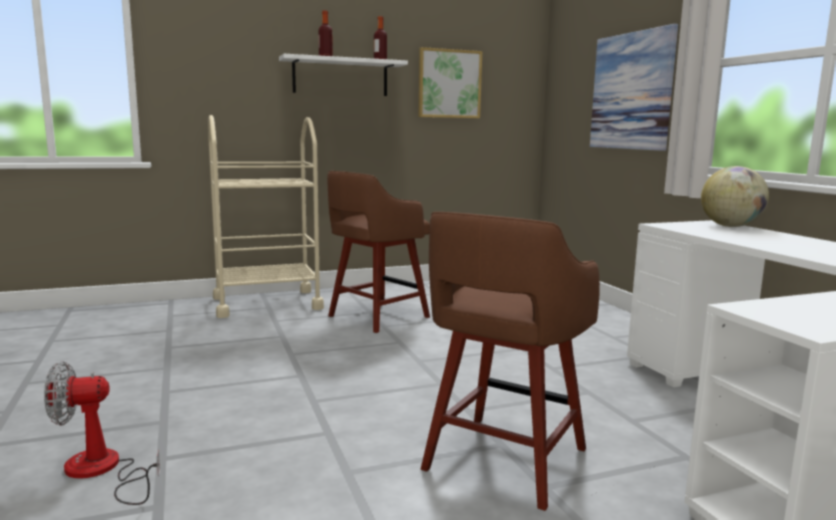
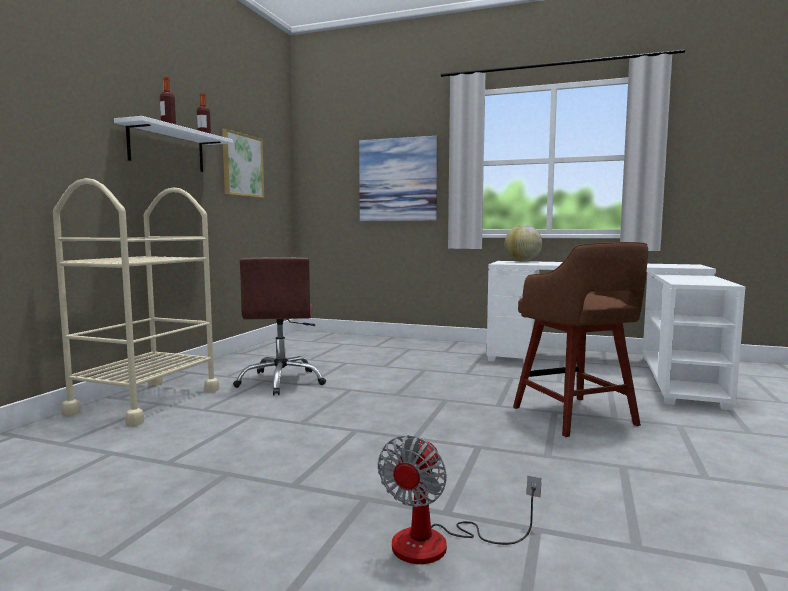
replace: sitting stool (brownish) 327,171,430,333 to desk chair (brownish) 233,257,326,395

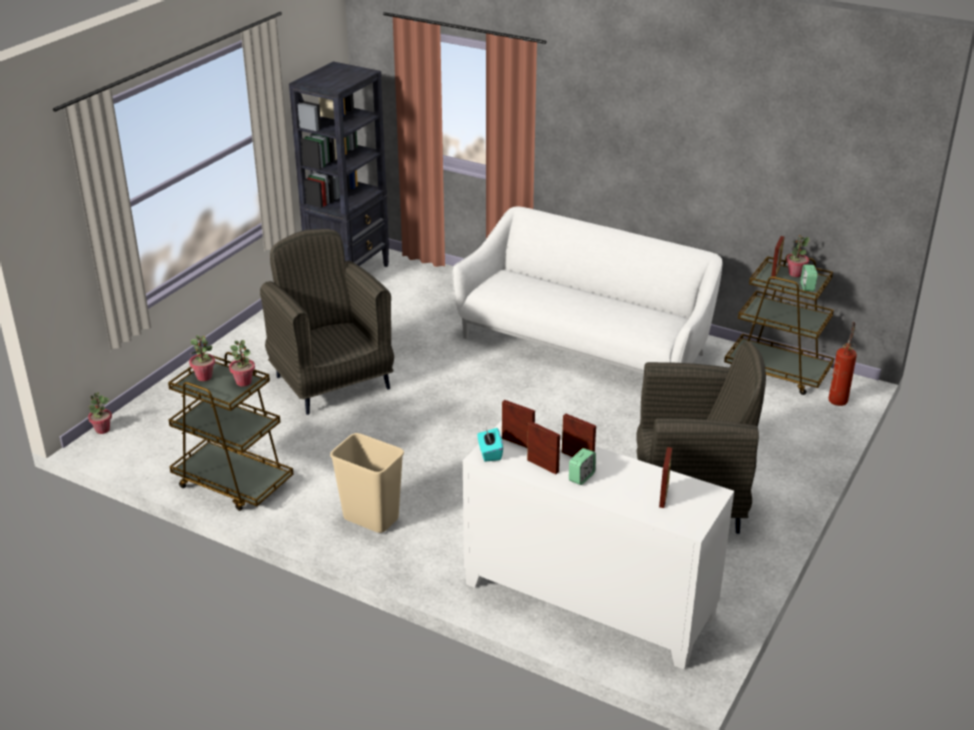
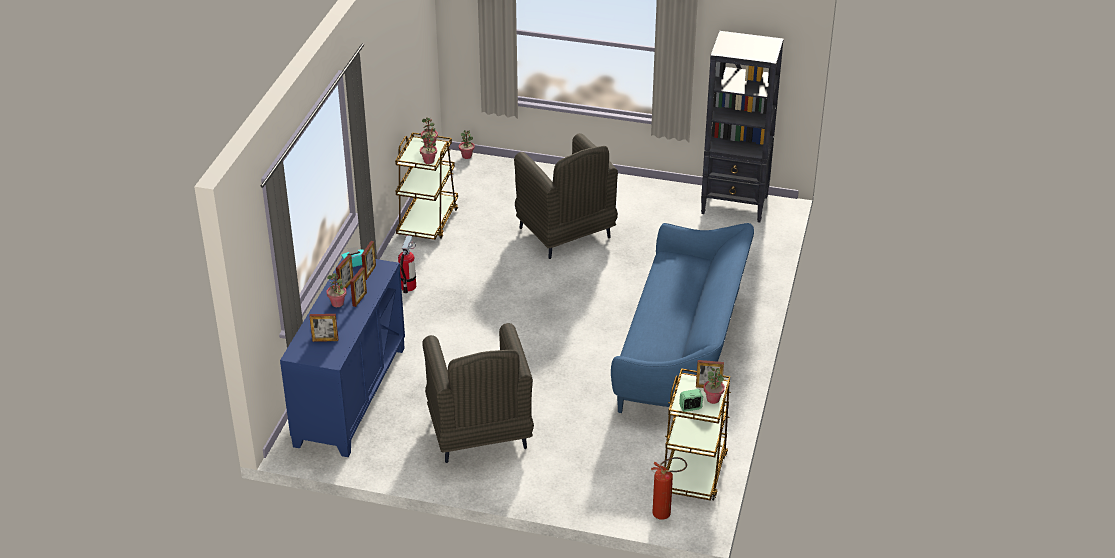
replace: waste bin (beige-coloured) 330,433,404,533 to fire extinguisher 398,235,416,293; alarm clock 569,448,596,485 to potted plant 326,273,347,307
recolor: settee (white) 452,207,722,374 to settee (blue-coloured) 611,223,754,413; storage cabinet (white) 463,420,734,670 to storage cabinet (blue-coloured) 280,258,405,457
rotate: easy chair (greyish) 260,229,394,415 = 514,133,618,259 105 degrees clockwise

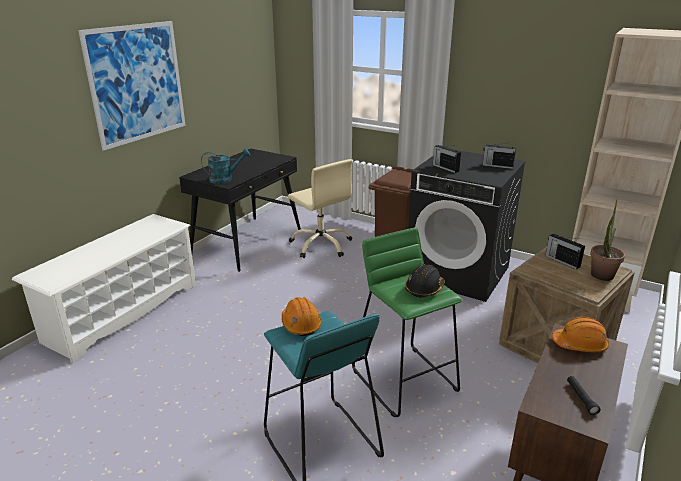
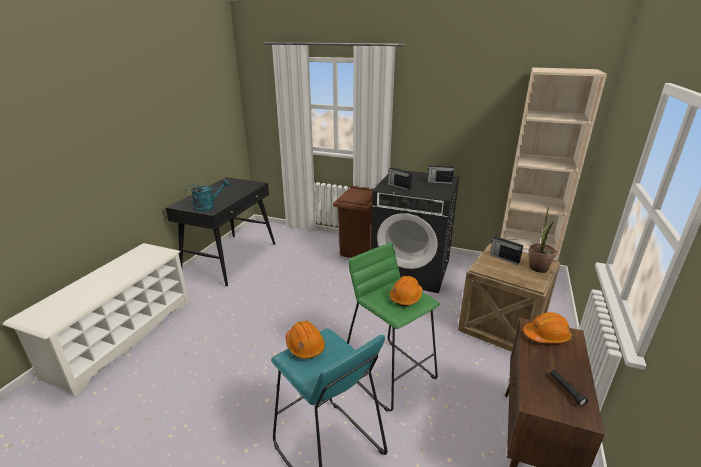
delete: wall art 78,21,186,151; desk chair (beige-coloured) 288,159,352,258
recolor: work helmet (blackish) 405,264,445,298 to work helmet (orange-coloured) 390,276,423,306

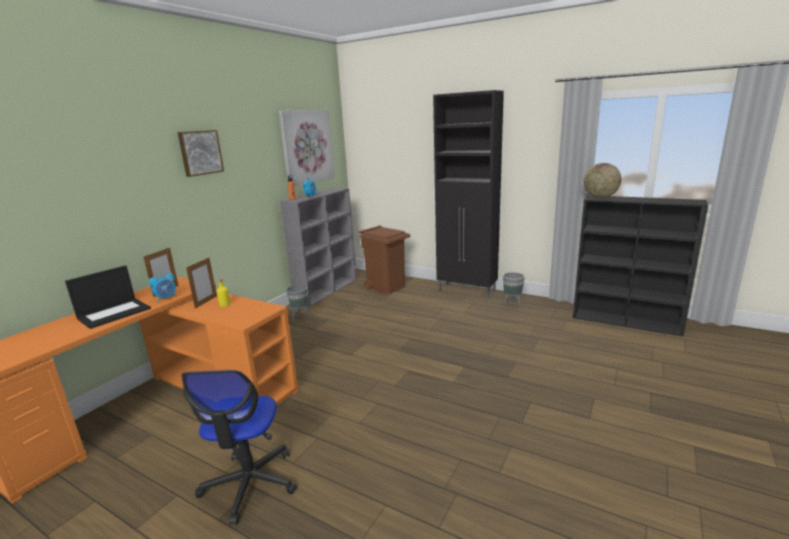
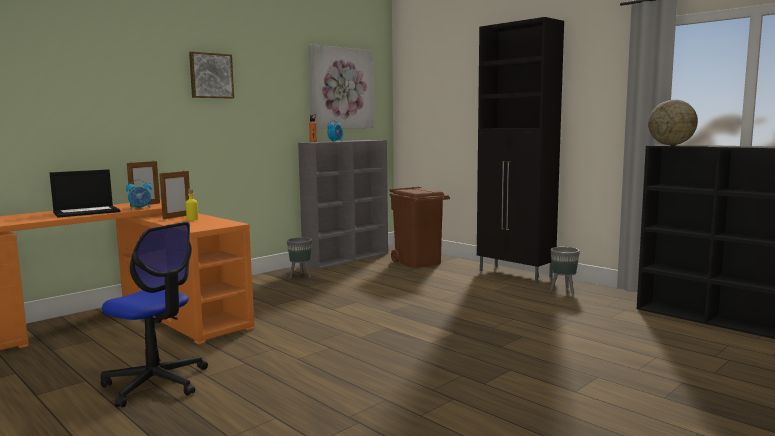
rotate: desk chair 181,370,297,525 = 101,222,208,407 75 degrees counterclockwise

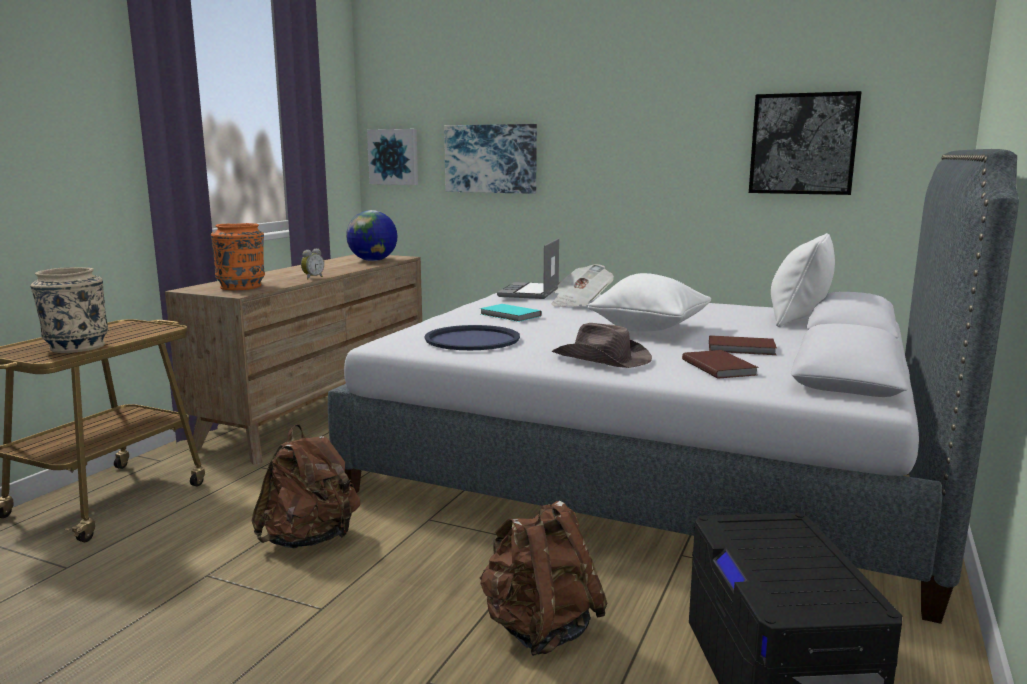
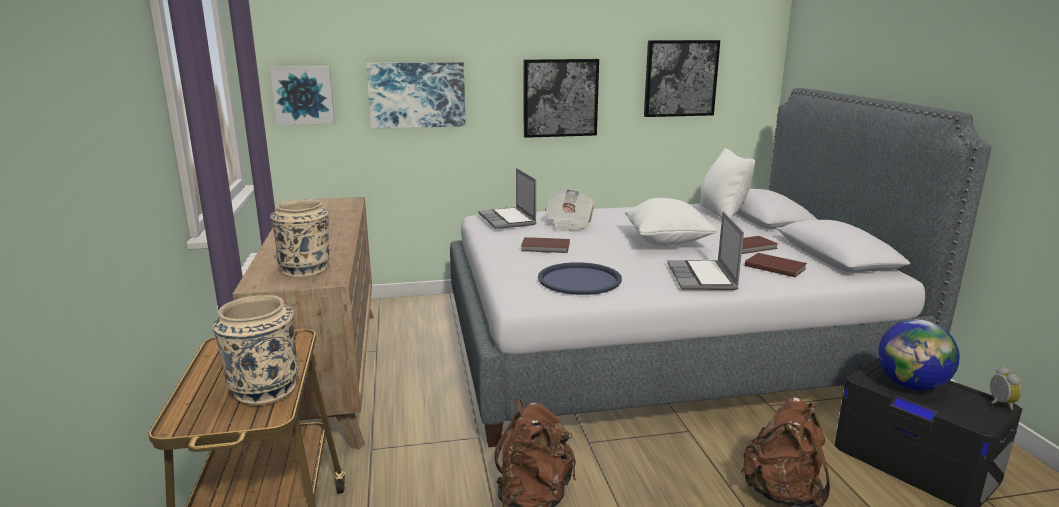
insert: wall art 523,59,599,138
move: alarm clock 301,249,324,279 to 990,366,1022,410; world globe 346,210,397,261 to 878,319,960,391
replace: hat (brownish) 552,323,652,368 to portable computer 667,212,744,290
recolor: decorative vase (orange-coloured) 211,223,265,290 to decorative vase (beige-coloured) 270,199,331,278; bound book (turquoise) 480,304,542,322 to bound book (brownish) 521,237,570,253

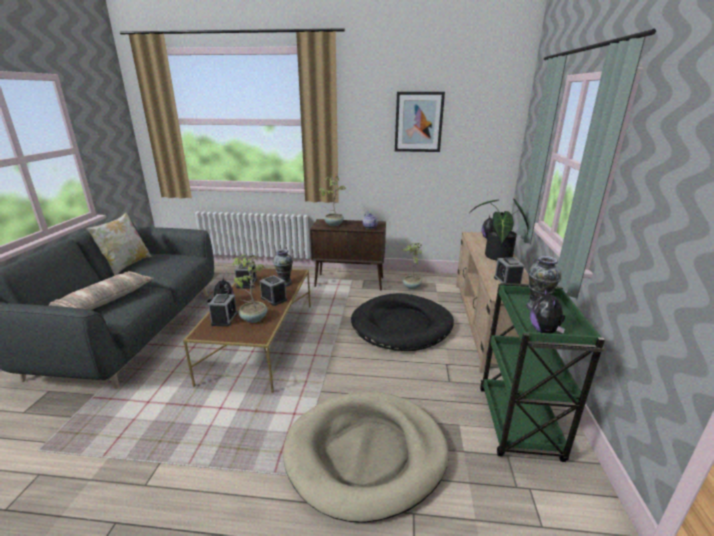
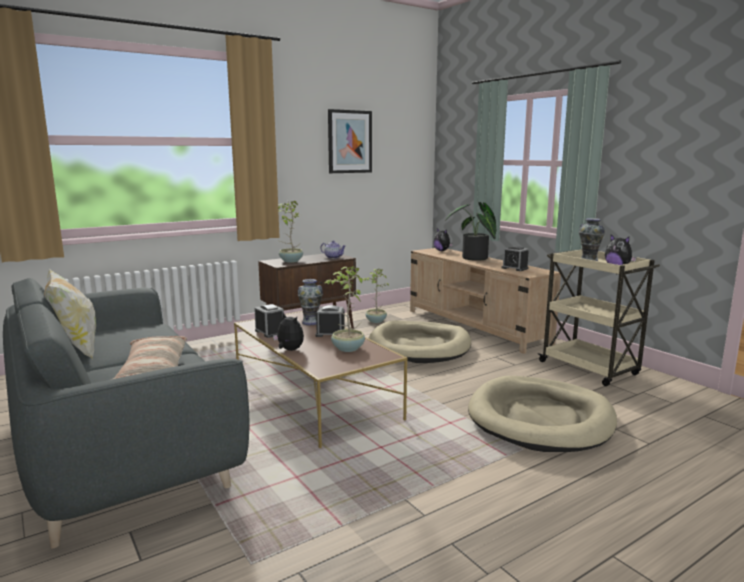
delete: alarm clock 208,294,238,327
recolor: dog bed (blackish) 351,293,454,351 to dog bed (beige-coloured) 369,320,471,363; trolley (green) 480,283,605,462 to trolley (beige-coloured) 538,249,660,386

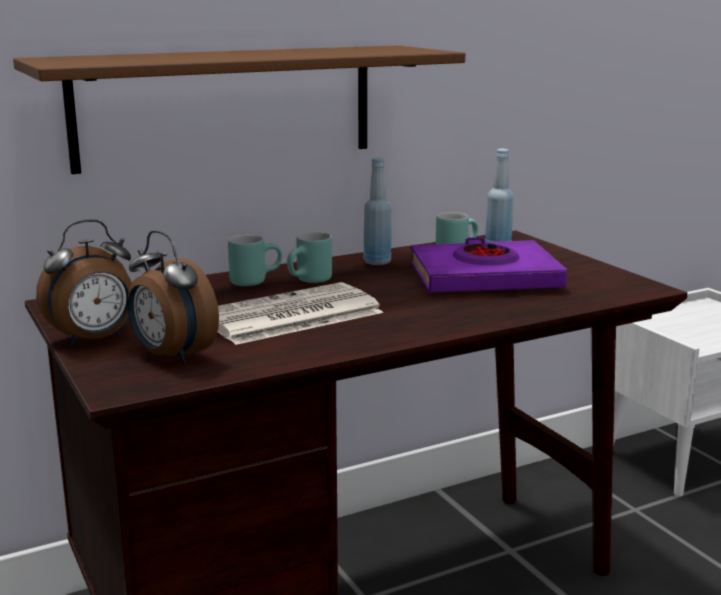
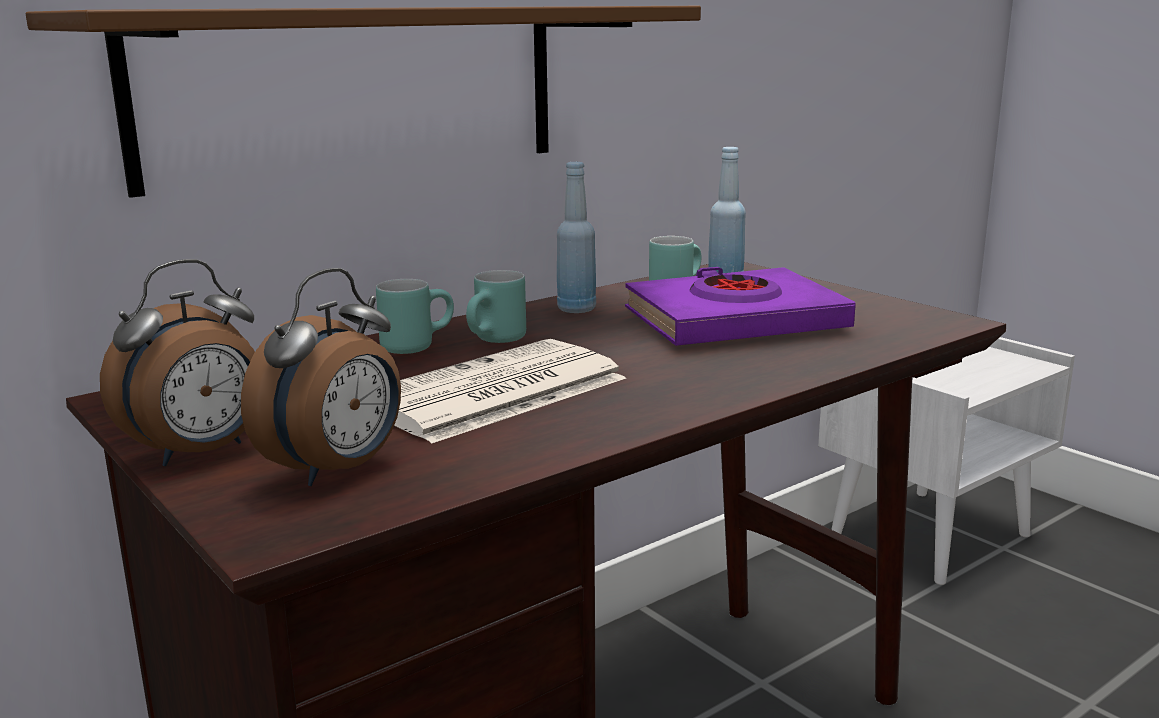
rotate: alarm clock 128,230,219,364 = 241,268,401,486 90 degrees counterclockwise

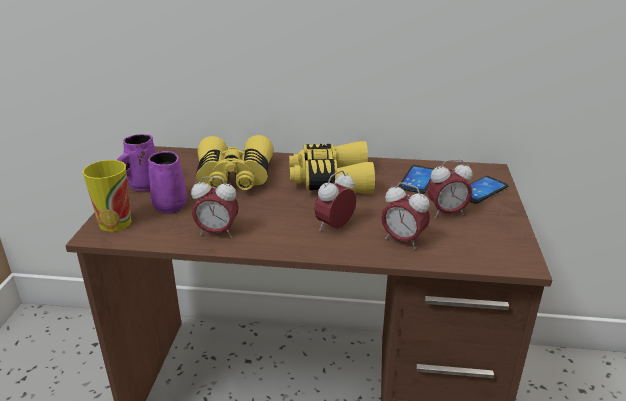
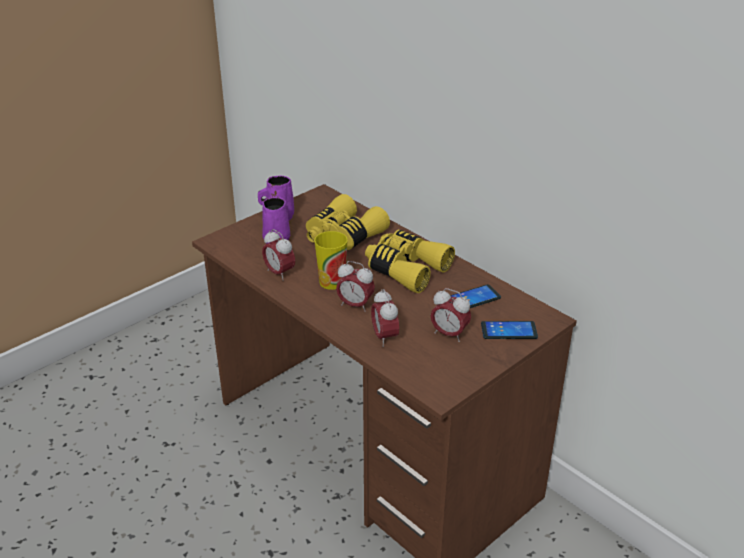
move: cup 83,160,132,232 to 314,231,348,290
rotate: alarm clock 314,170,356,231 = 336,261,375,312 150 degrees counterclockwise

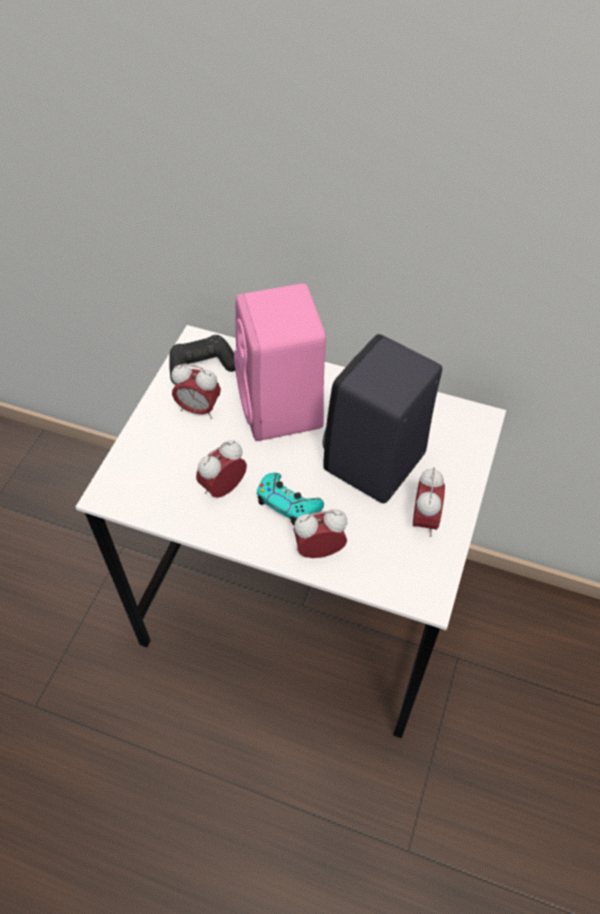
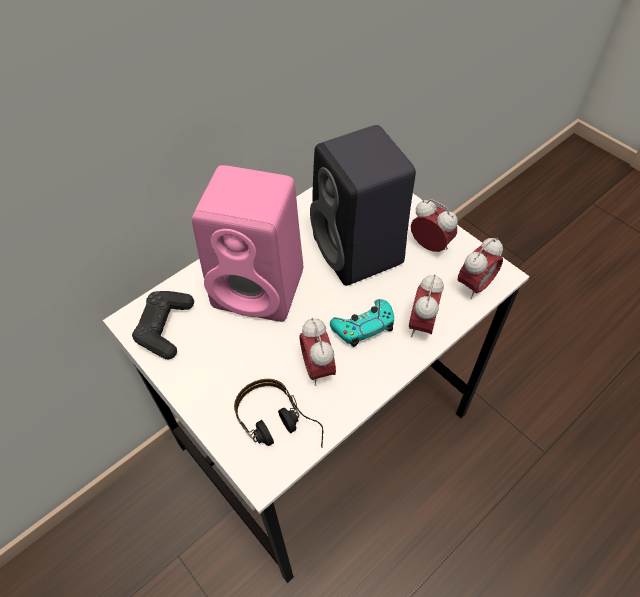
insert: headset 234,379,323,448
move: alarm clock 171,364,221,419 to 458,237,503,299

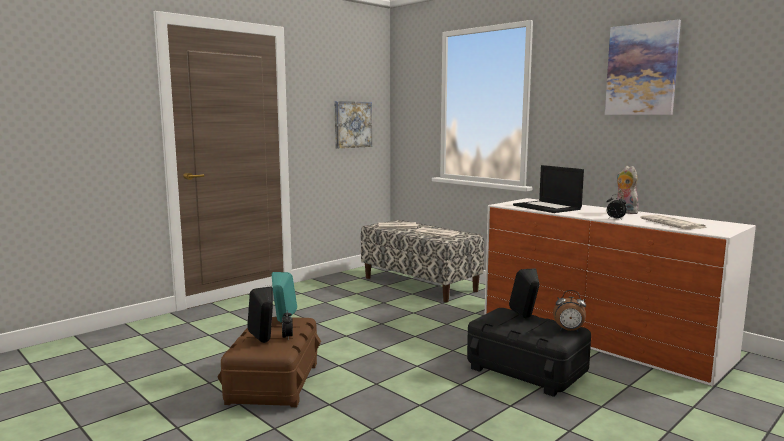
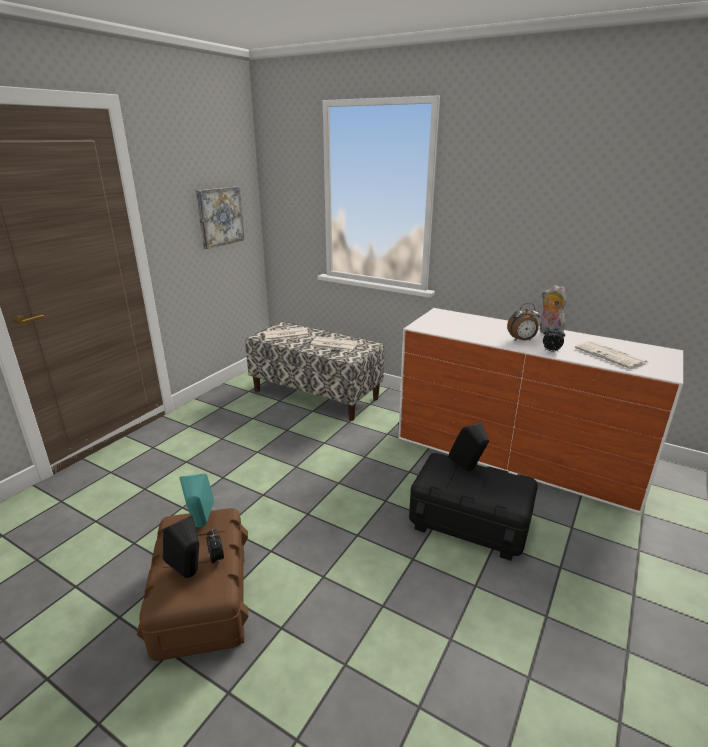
delete: portable computer 513,165,584,213; wall art 605,19,681,115
move: alarm clock 553,290,586,332 to 507,303,540,341

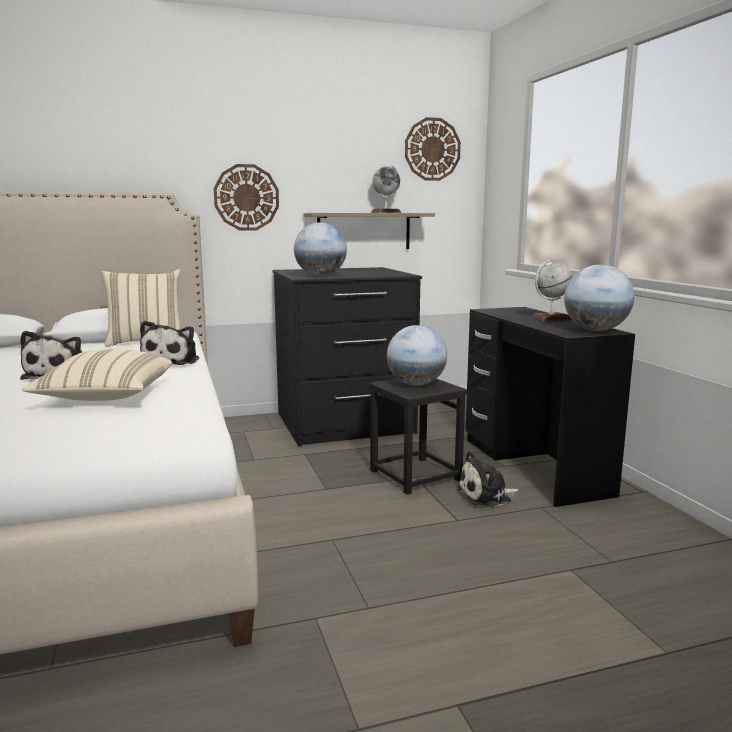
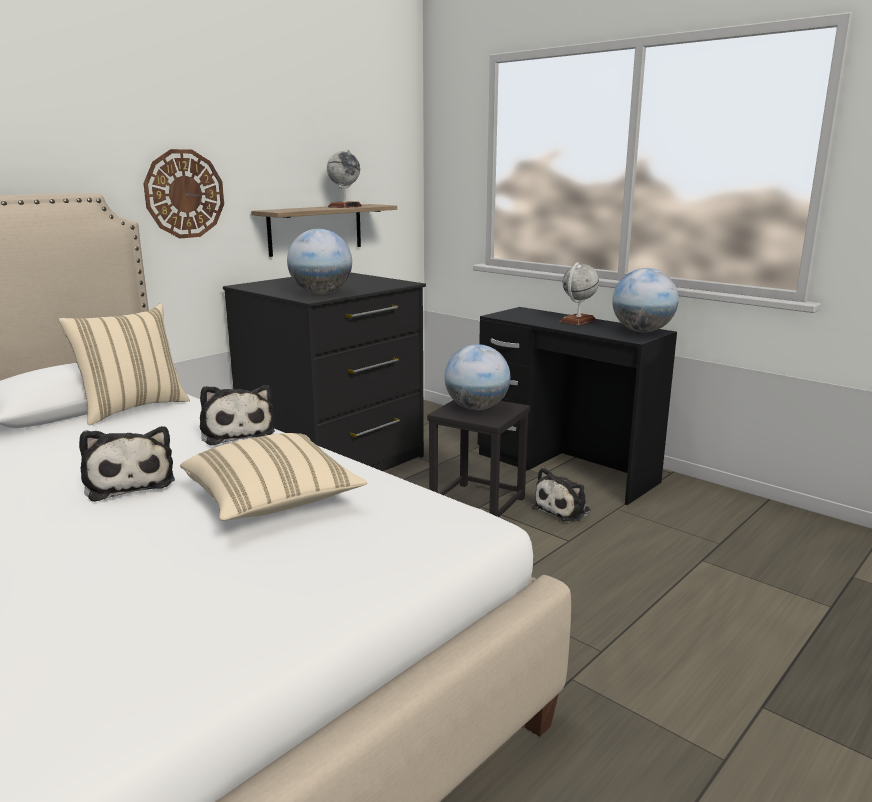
delete: wall clock 405,117,461,181

